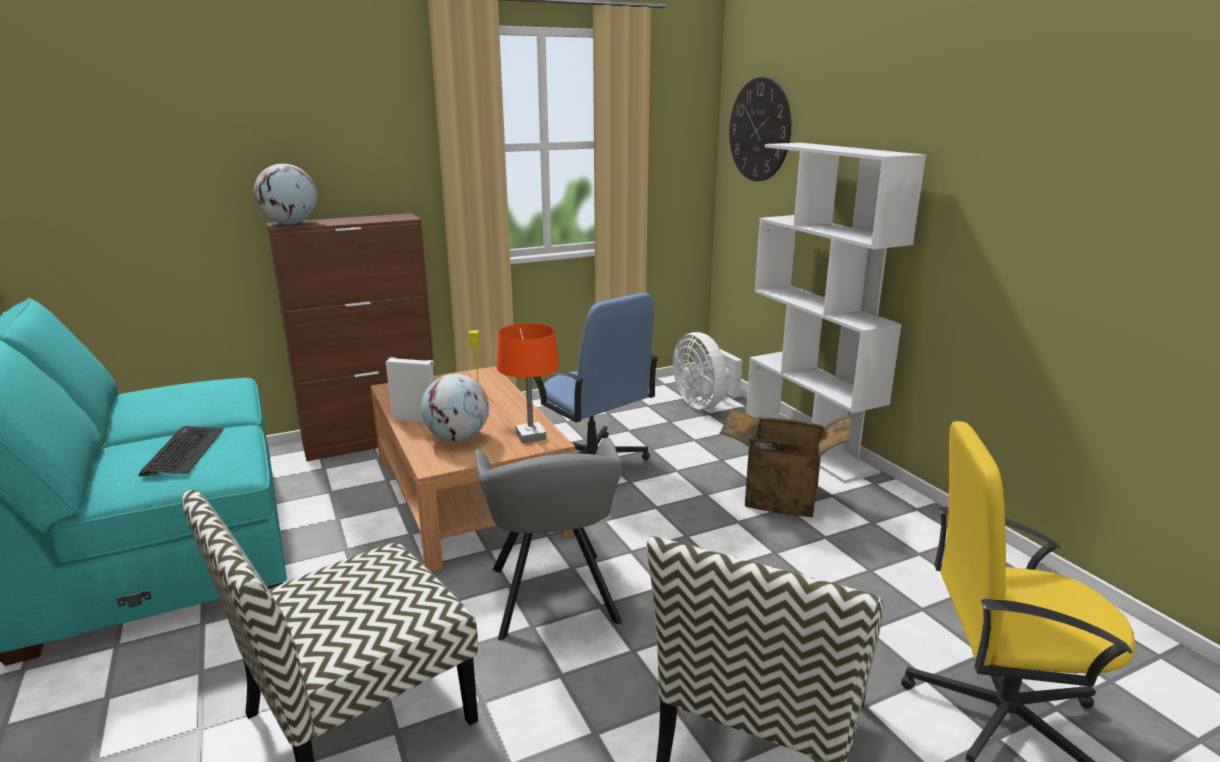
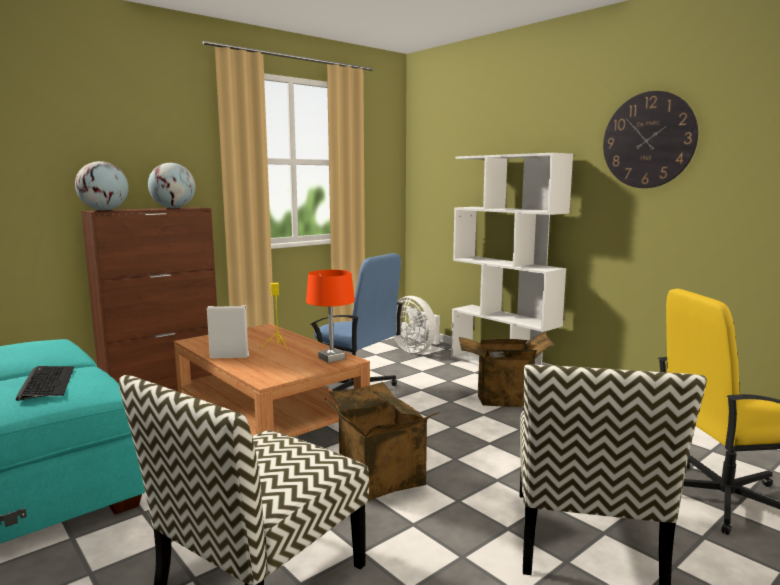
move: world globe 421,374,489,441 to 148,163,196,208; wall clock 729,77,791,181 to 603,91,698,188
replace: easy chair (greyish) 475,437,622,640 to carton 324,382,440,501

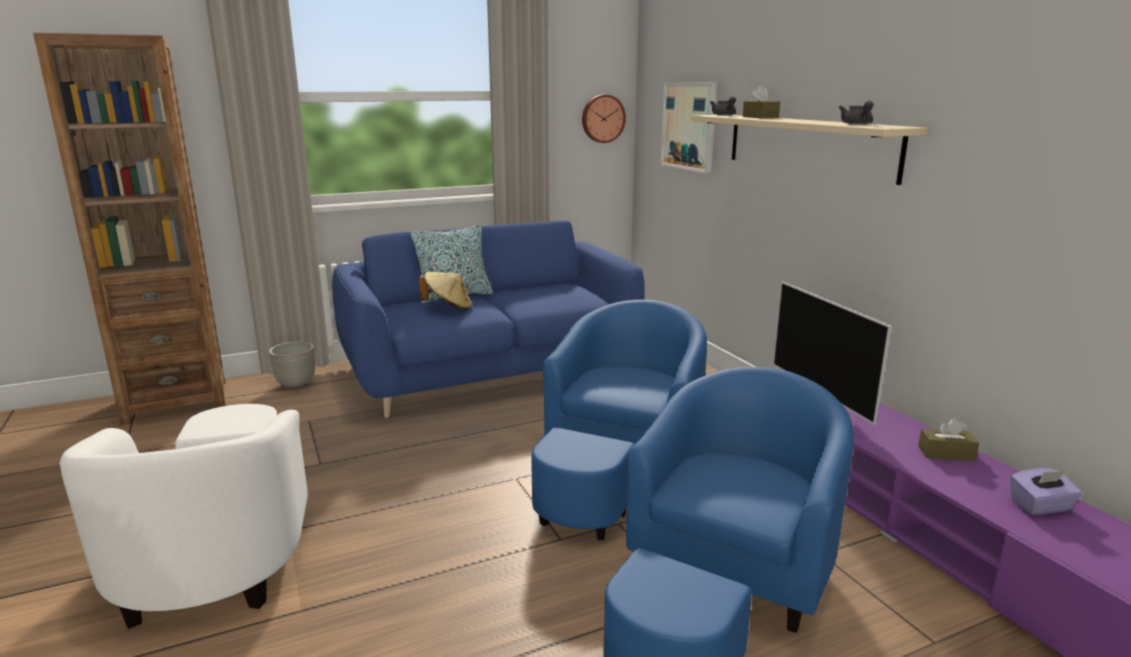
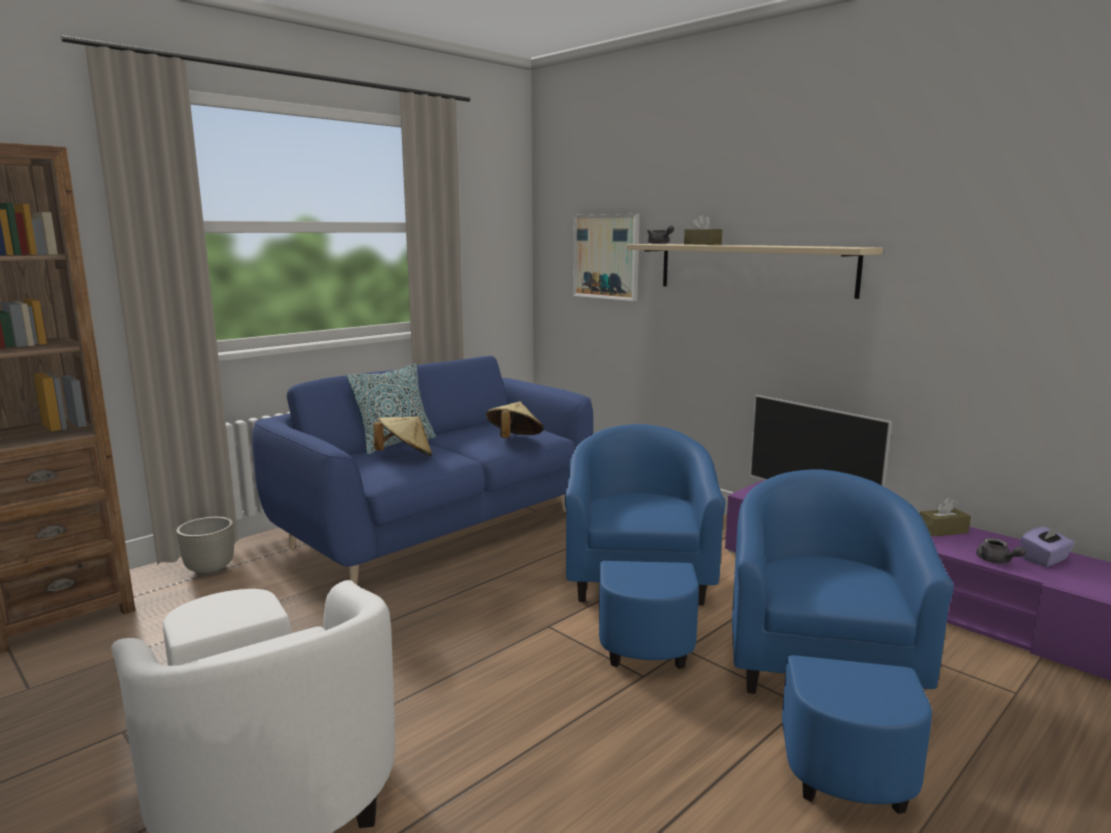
delete: wall clock 582,95,626,143
insert: hat (beige-coloured) 486,402,544,438
move: tea pot (greyish) 839,101,873,125 to 976,538,1026,564

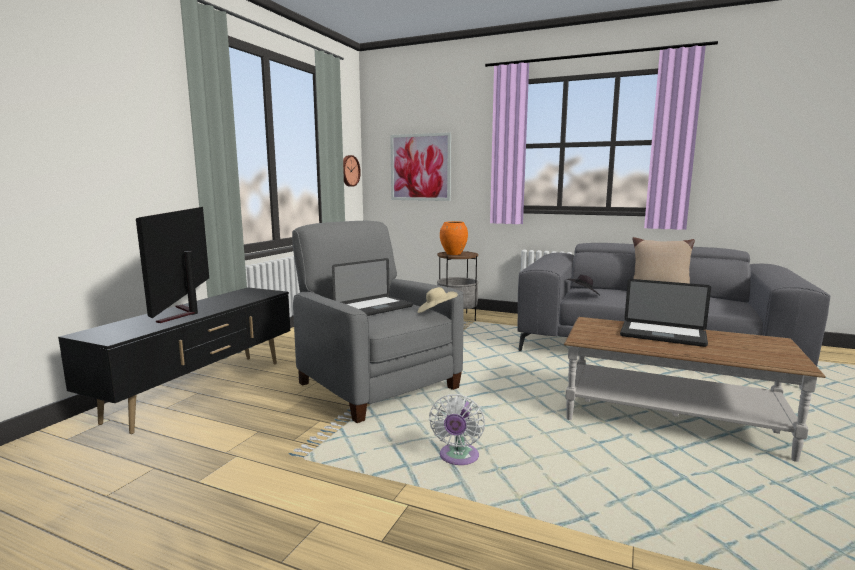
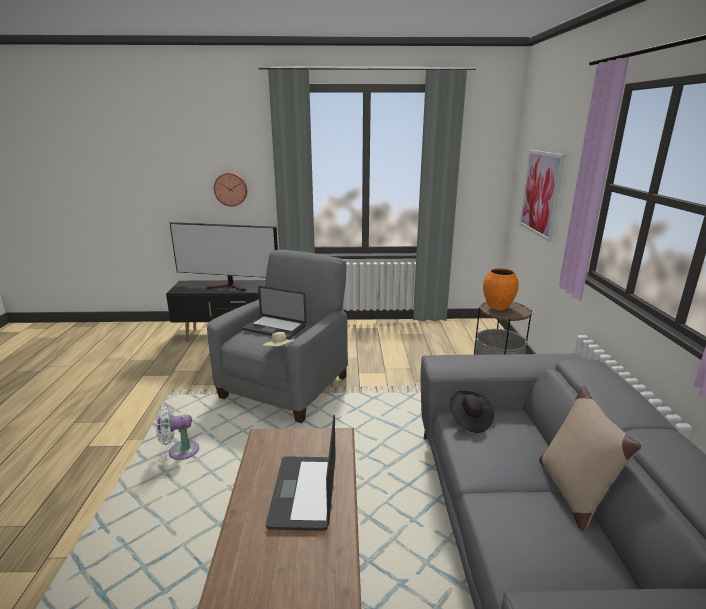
move: wall clock 343,155,361,187 to 214,173,247,206
rotate: television 136,207,209,323 = 169,222,278,291 135 degrees counterclockwise

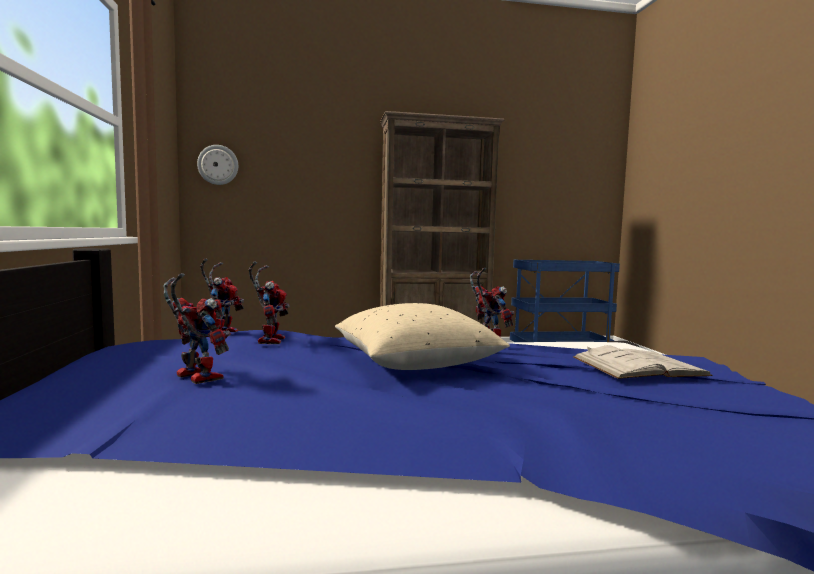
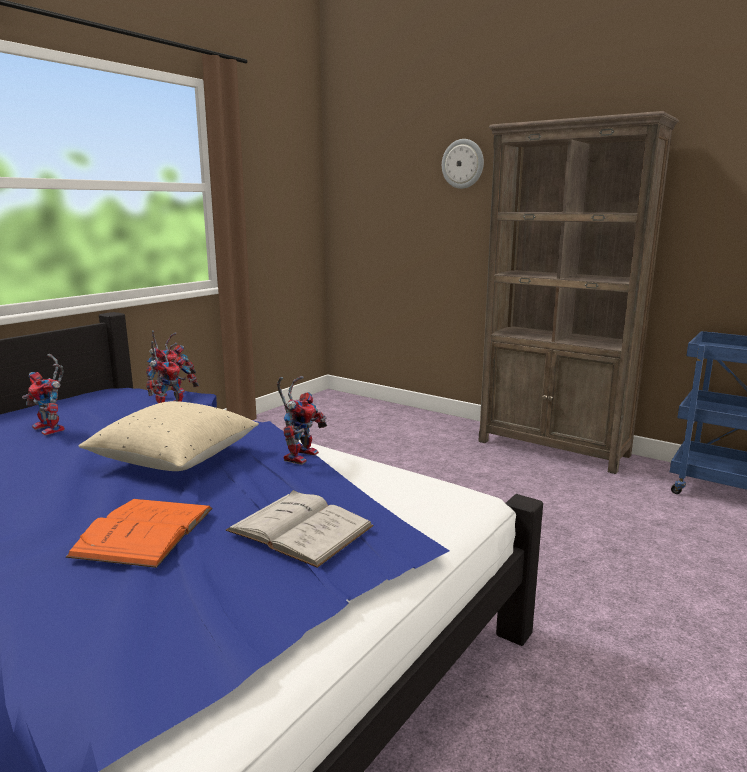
insert: bound book (orange-coloured) 66,499,213,568
move: wall clock 197,145,238,185 to 442,139,484,189
rotate: model robot 163,273,230,384 = 22,354,64,435 135 degrees clockwise

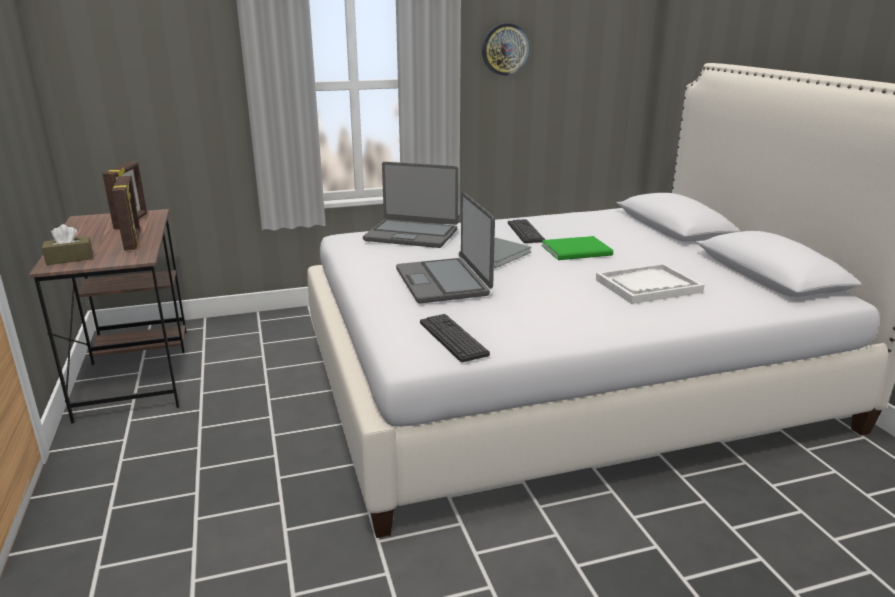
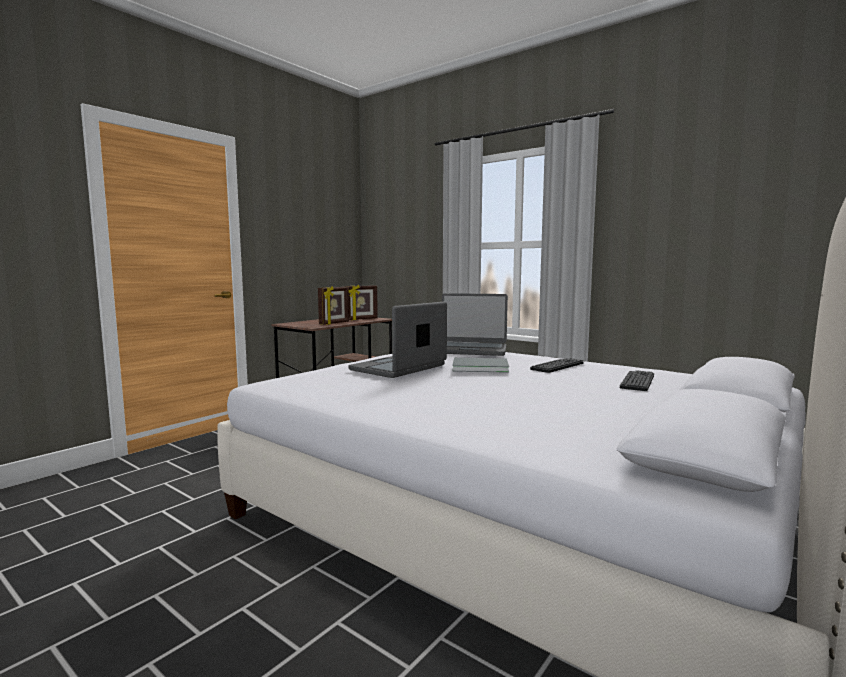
delete: box of tissues (brownish) 42,224,93,265; wall clock 482,23,530,76; bound book (green) 541,236,613,260; serving tray (white) 596,263,704,304
move: PC keyboard 420,314,490,362 to 620,370,654,391
rotate: portable computer 363,162,459,248 = 442,293,508,356 60 degrees counterclockwise

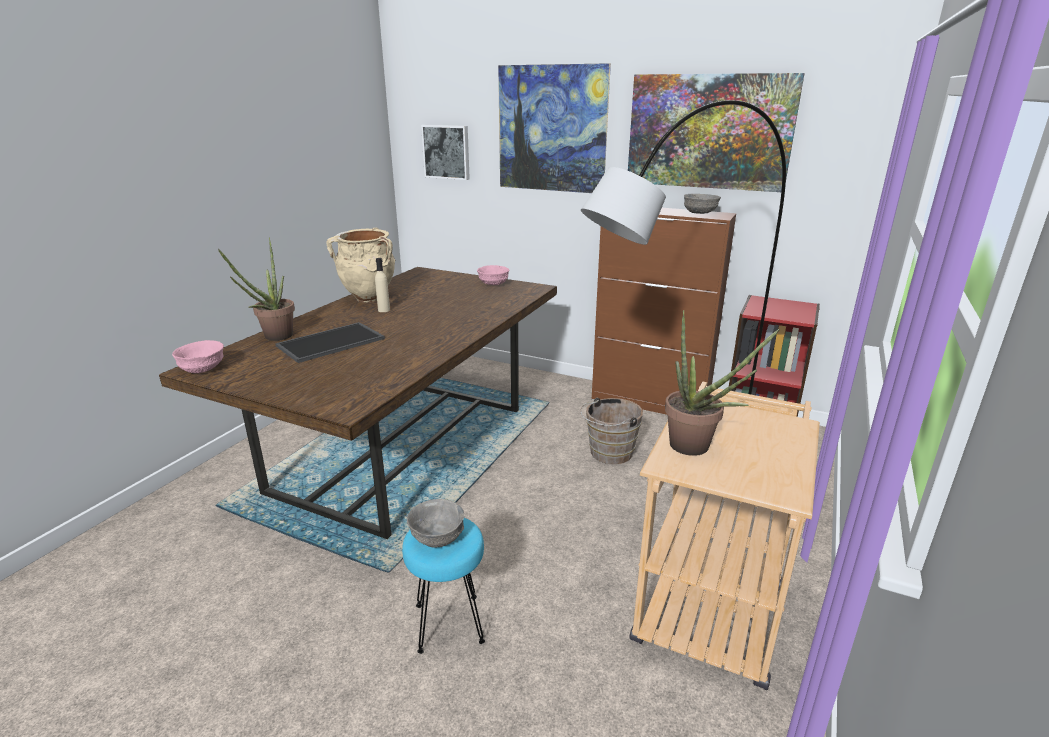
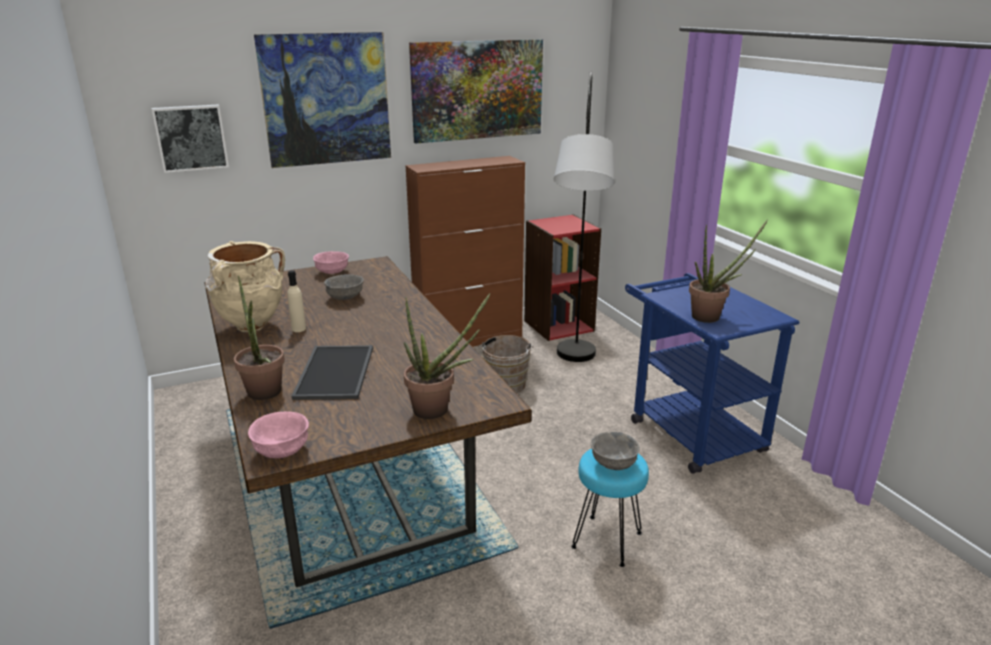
insert: potted plant 404,293,491,419
move: deep dish (greyish) 684,194,721,214 to 324,275,364,300
recolor: trolley (beige-coloured) 629,382,820,690 to trolley (blue-coloured) 625,273,799,474

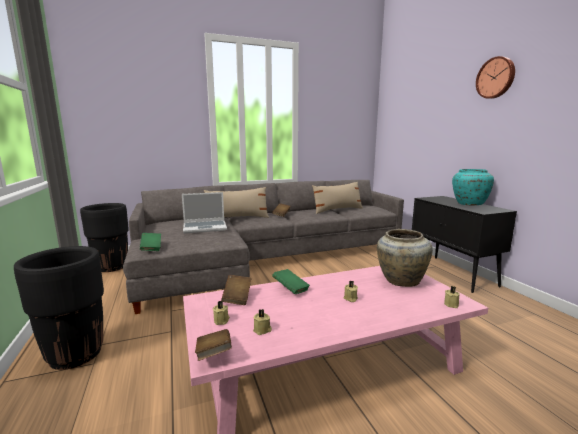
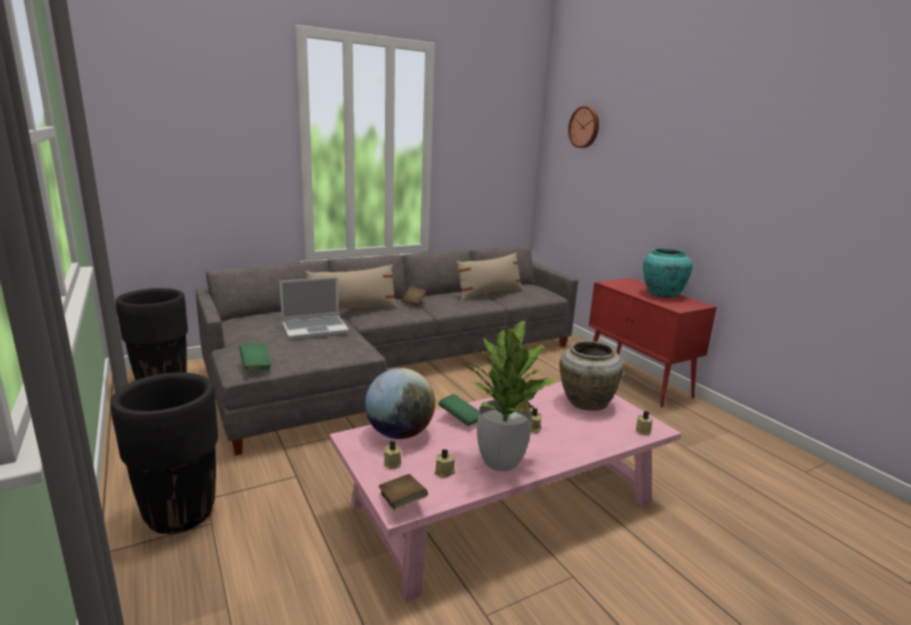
insert: potted plant 463,321,554,471
move: wall clock 476,56,515,99 to 568,106,599,148
replace: bound book (brownish) 221,275,252,305 to world globe 365,368,435,439
recolor: storage cabinet (blackish) 412,196,517,293 to storage cabinet (reddish) 589,278,717,407

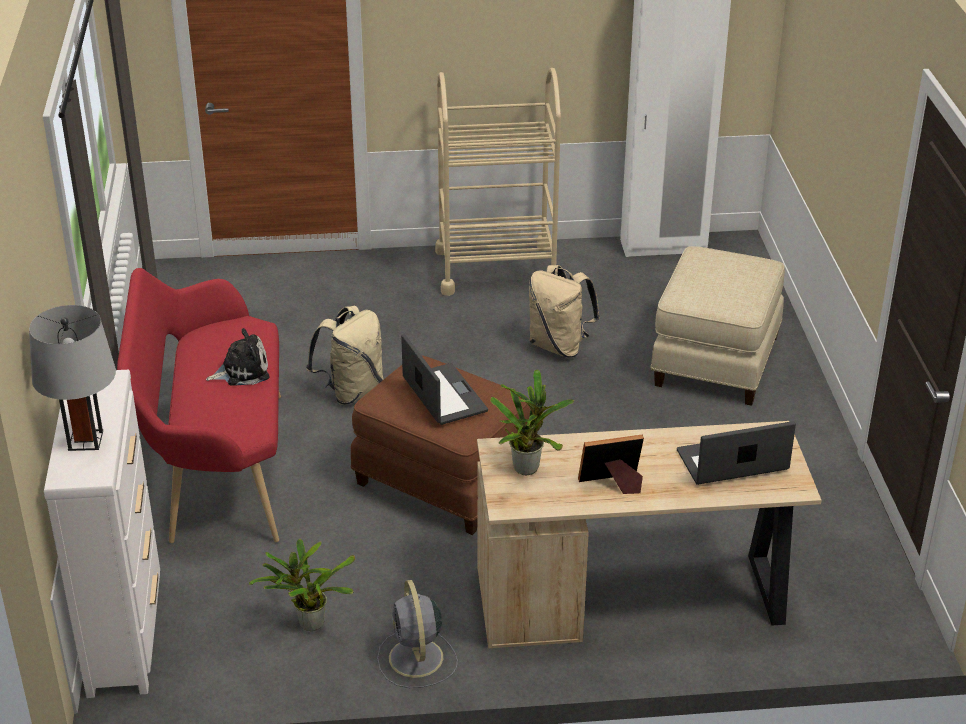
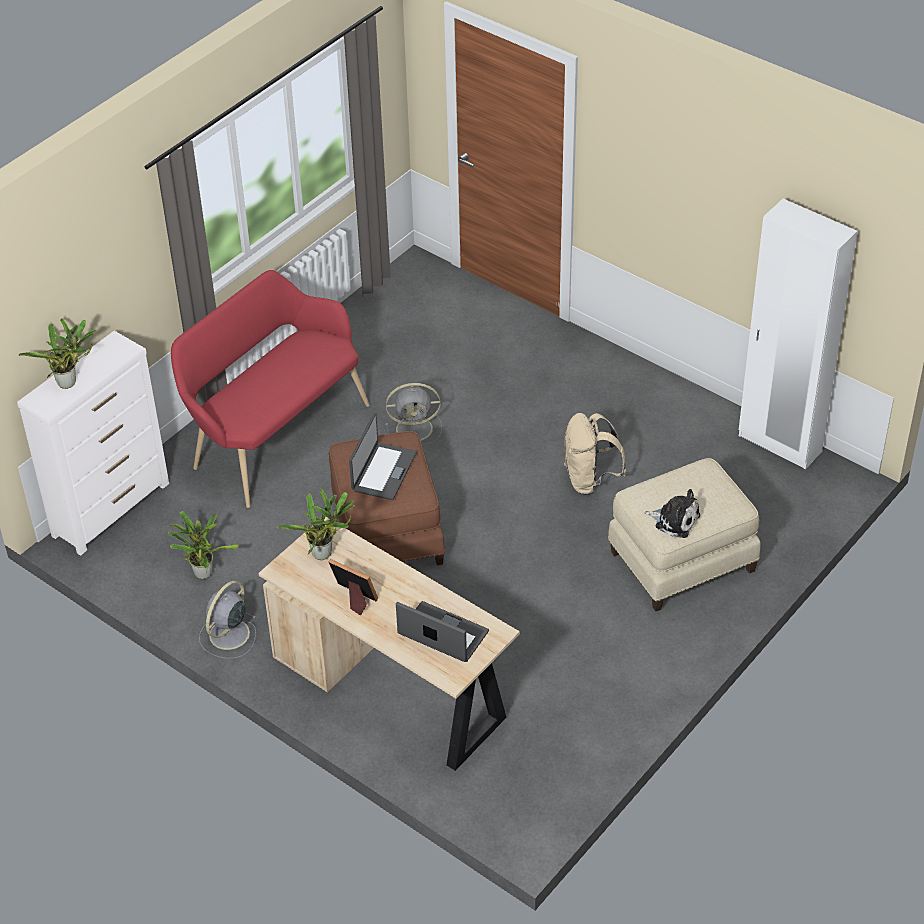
delete: trolley (beige-coloured) 435,68,561,296
move: plush toy 206,328,270,386 to 645,489,700,538
replace: table lamp (greyish) 29,305,116,451 to potted plant 19,318,97,389; knapsack (beige-coloured) 306,306,383,405 to fan (greyish) 386,383,442,446

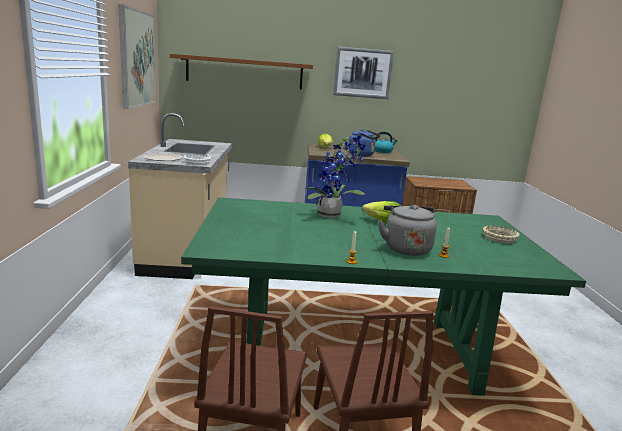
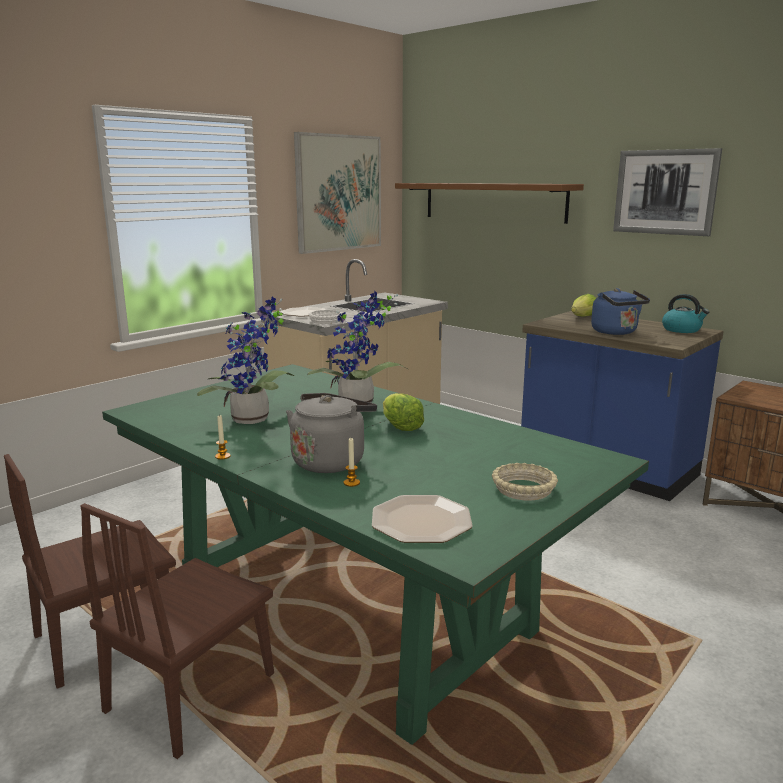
insert: potted plant 197,297,294,424; flat dish 372,495,473,543

